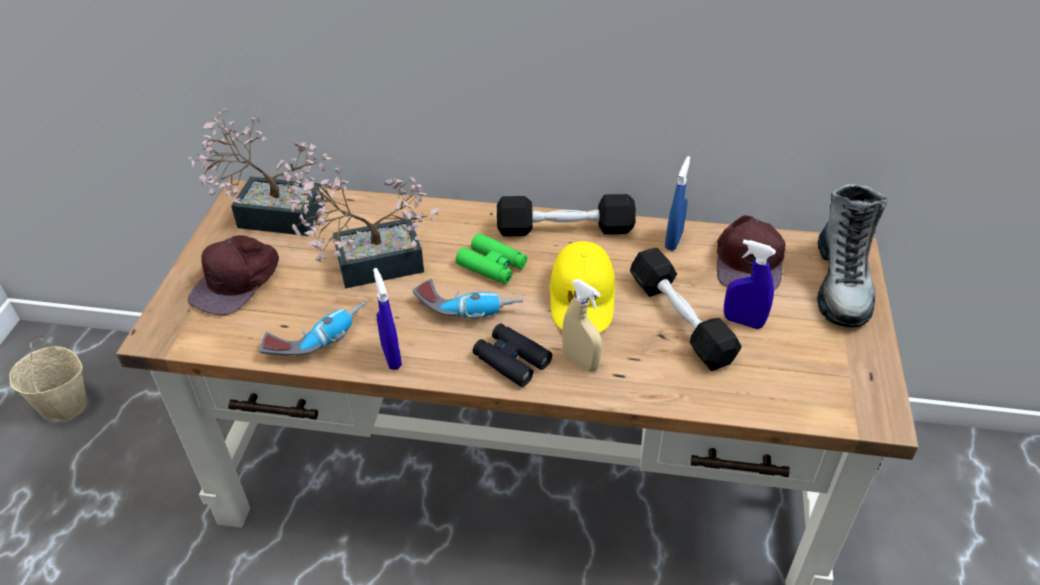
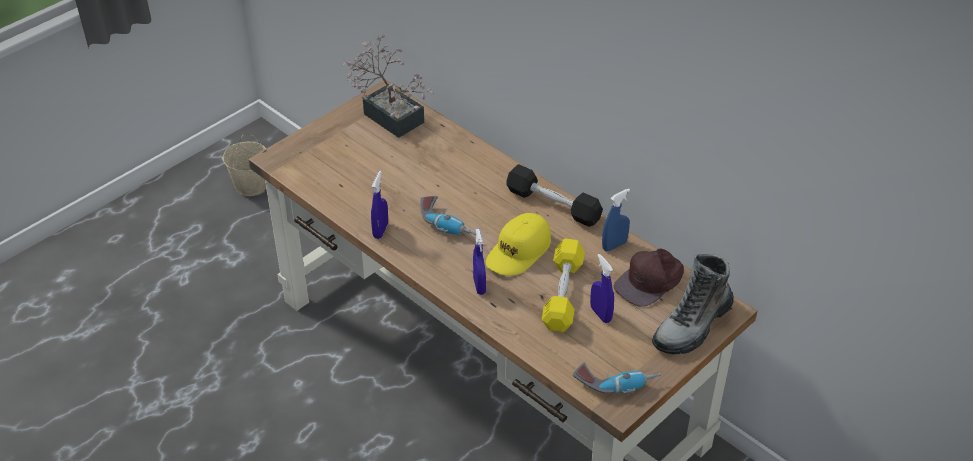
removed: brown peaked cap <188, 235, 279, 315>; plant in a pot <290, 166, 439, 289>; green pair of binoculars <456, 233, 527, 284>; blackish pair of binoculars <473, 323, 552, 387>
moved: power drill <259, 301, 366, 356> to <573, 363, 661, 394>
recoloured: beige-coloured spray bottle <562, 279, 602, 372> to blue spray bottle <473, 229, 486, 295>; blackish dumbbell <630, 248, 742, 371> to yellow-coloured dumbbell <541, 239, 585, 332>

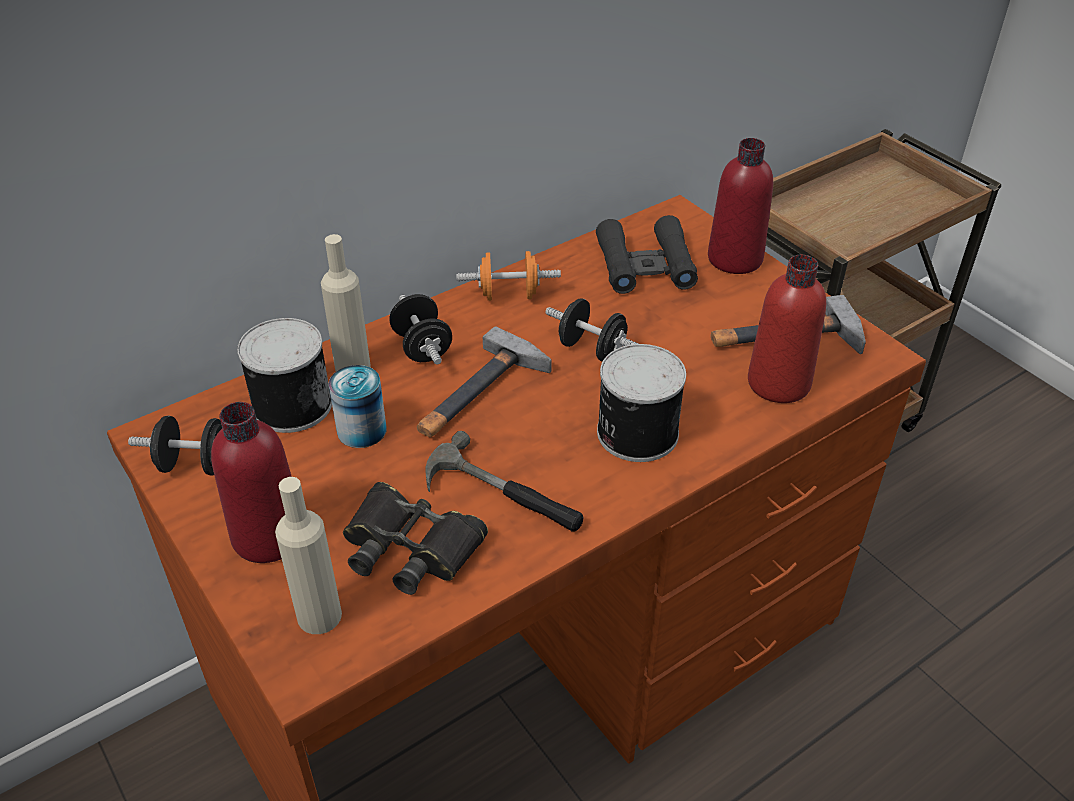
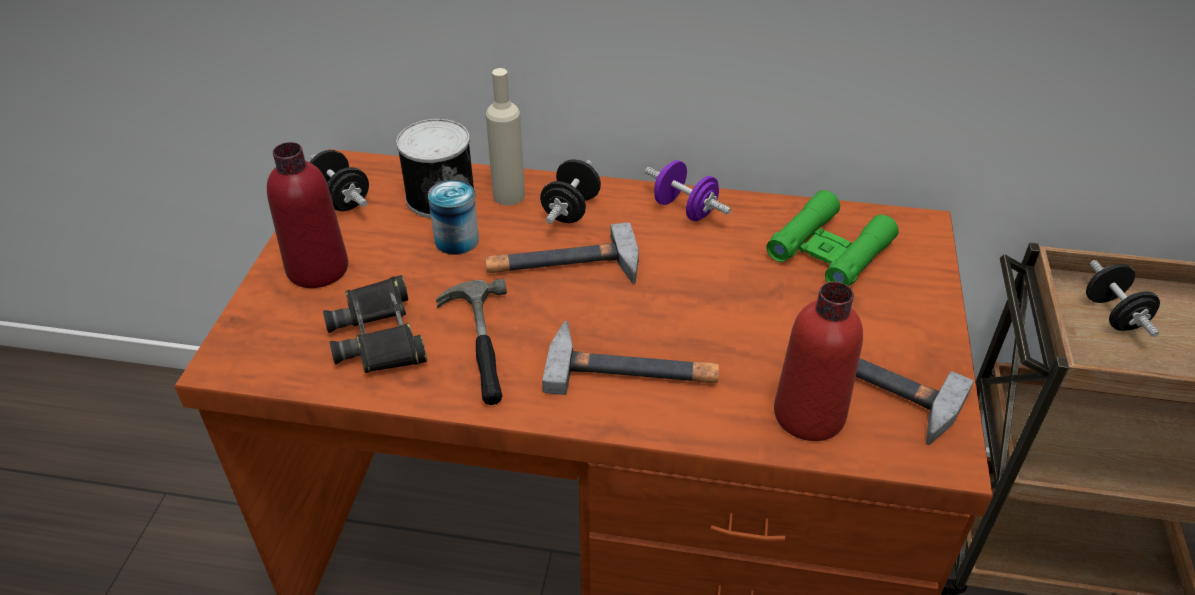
removed: beige-coloured bottle <275, 477, 342, 634>; reddish bottle <708, 138, 773, 274>
moved: blackish dumbbell <545, 298, 639, 362> to <1086, 260, 1160, 337>
replaced: sealed can <597, 344, 686, 462> to hammer <542, 321, 719, 395>
recoloured: orange-coloured dumbbell <456, 251, 561, 301> to purple-coloured dumbbell <645, 160, 731, 221>; blackish pair of binoculars <596, 215, 698, 294> to green pair of binoculars <766, 190, 899, 286>

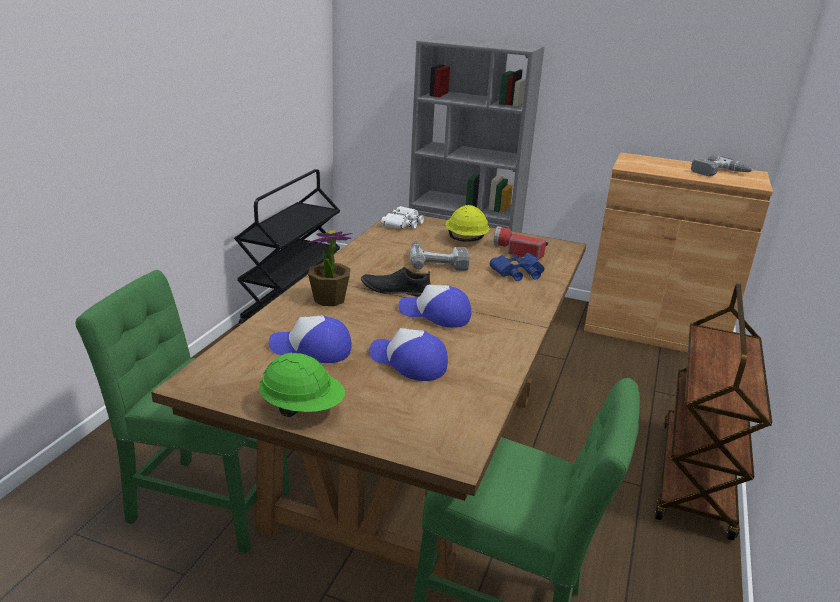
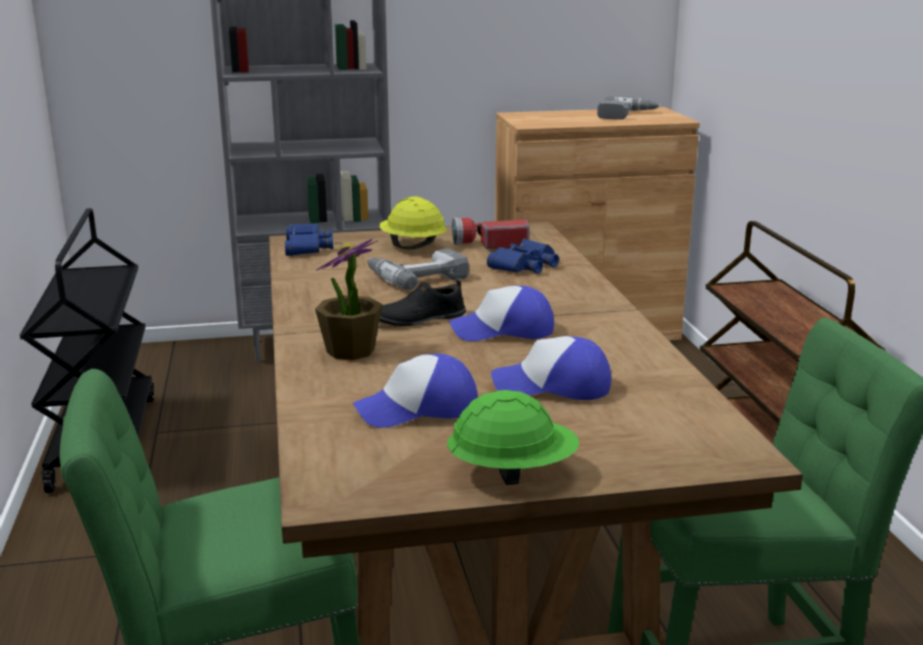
recoloured: white-coloured pair of binoculars <381, 206, 424, 229> to blue pair of binoculars <285, 223, 333, 256>

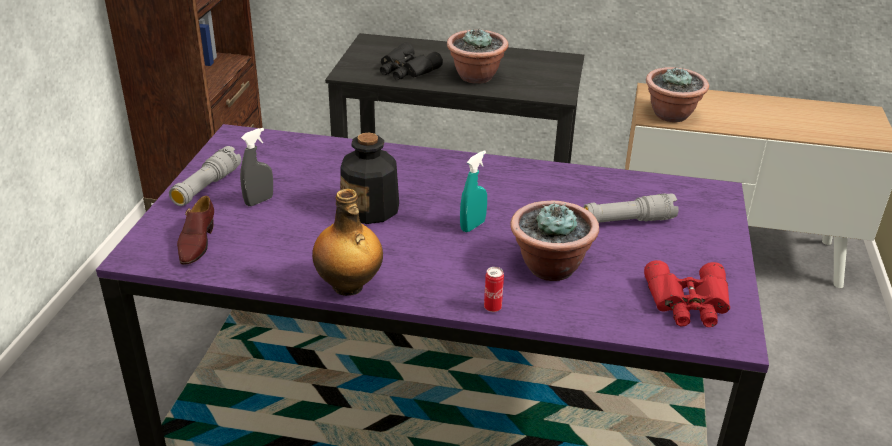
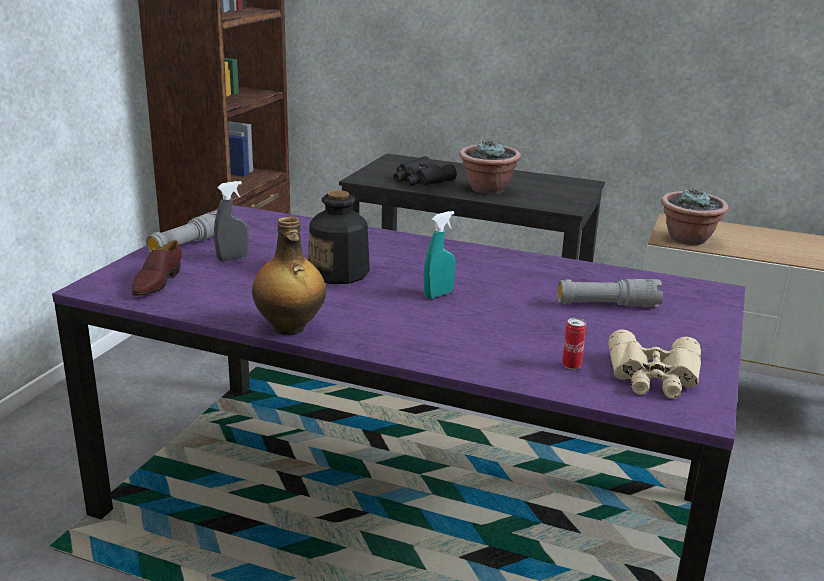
removed: plant in a pot <510, 201, 599, 281>
moved: sealed can <484, 267, 504, 312> to <562, 318, 586, 370>
recoloured: reddish pair of binoculars <644, 260, 730, 327> to beige-coloured pair of binoculars <608, 330, 701, 399>

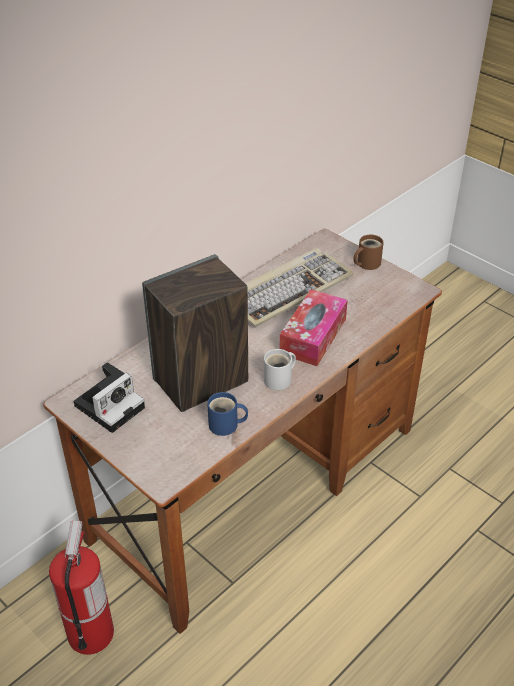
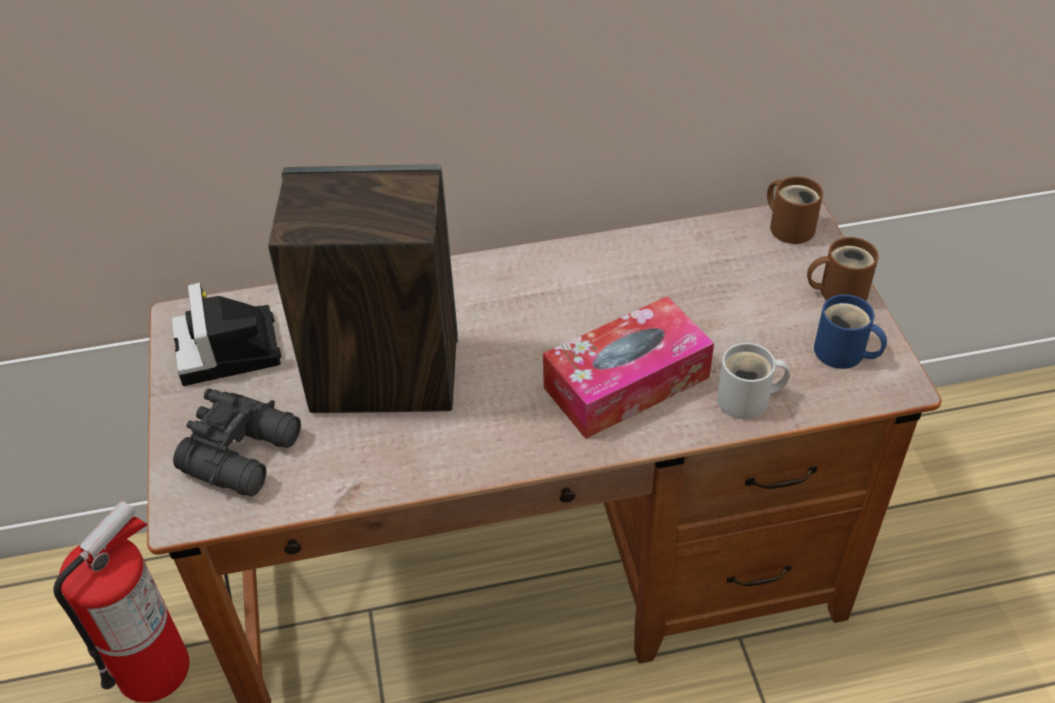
removed: PC keyboard <245, 248, 354, 327>
added: blackish pair of binoculars <173, 388, 301, 496>; brown coffee mug <767, 176, 823, 244>
moved: white-coloured coffee mug <264, 349, 296, 390> to <717, 343, 790, 419>; blue coffee mug <207, 392, 248, 436> to <814, 294, 887, 369>
turned: still camera <74, 362, 145, 433> = <172, 282, 281, 386> 90 degrees clockwise

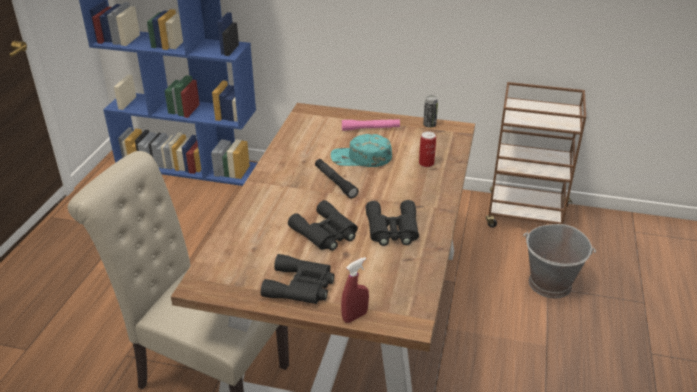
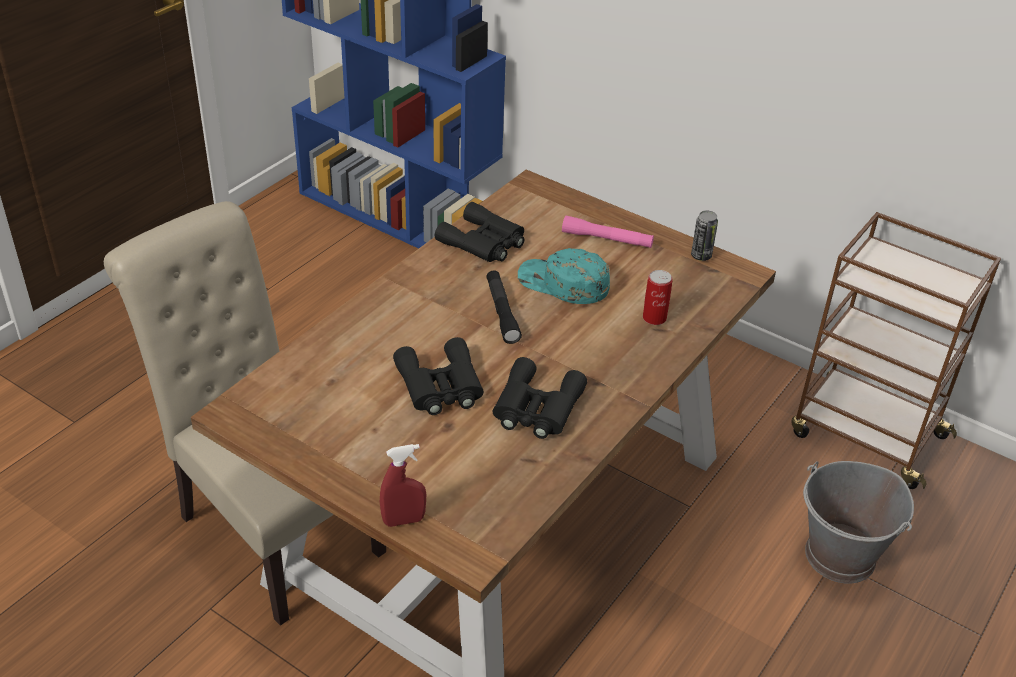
moved: blackish pair of binoculars <261, 254, 334, 304> to <435, 202, 524, 262>

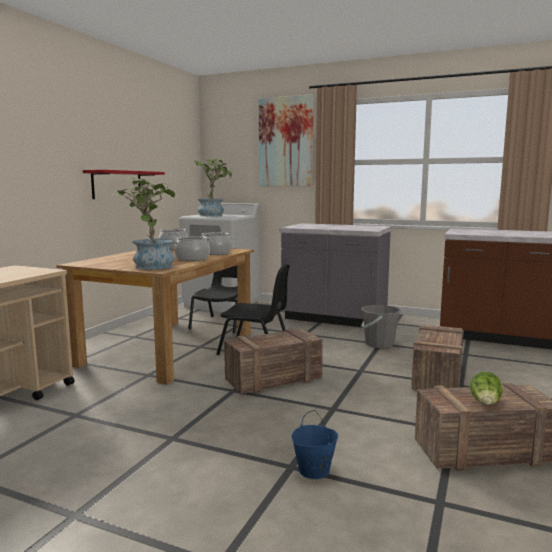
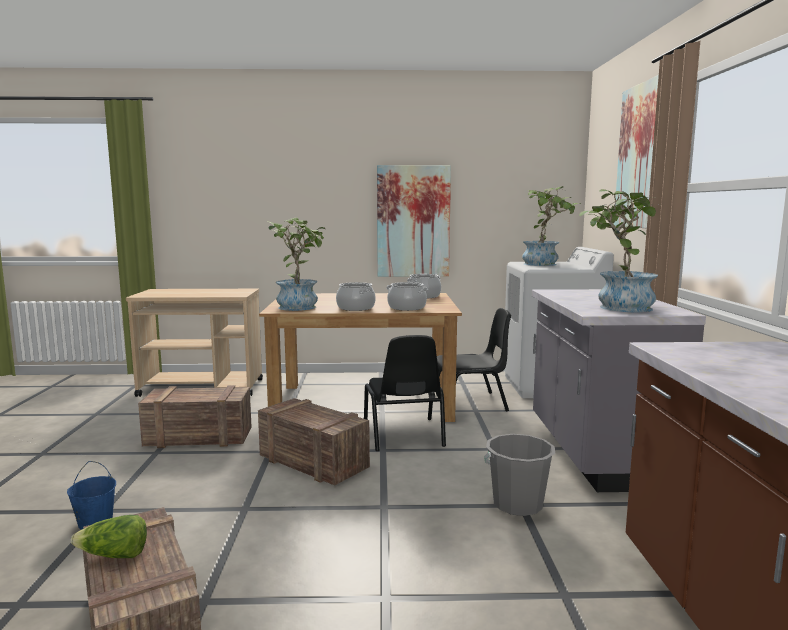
added: plant in a pot <579, 189, 658, 312>
moved: shipping crate <411, 325, 464, 390> to <138, 385, 252, 448>
replaced: reddish bracket shelf <83, 170, 165, 199> to picture <377, 165, 451, 277>

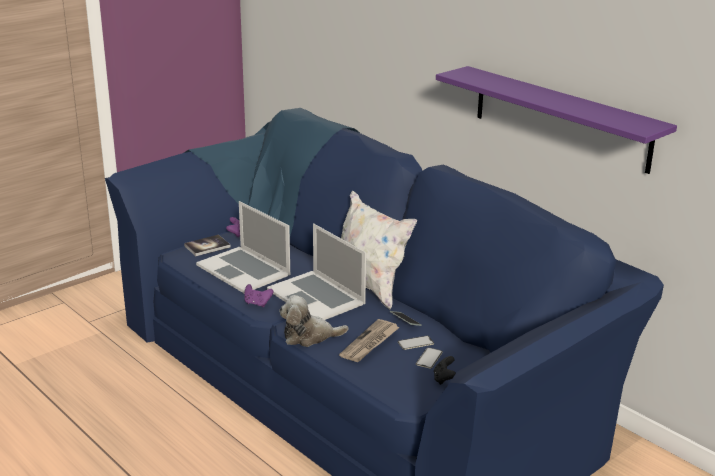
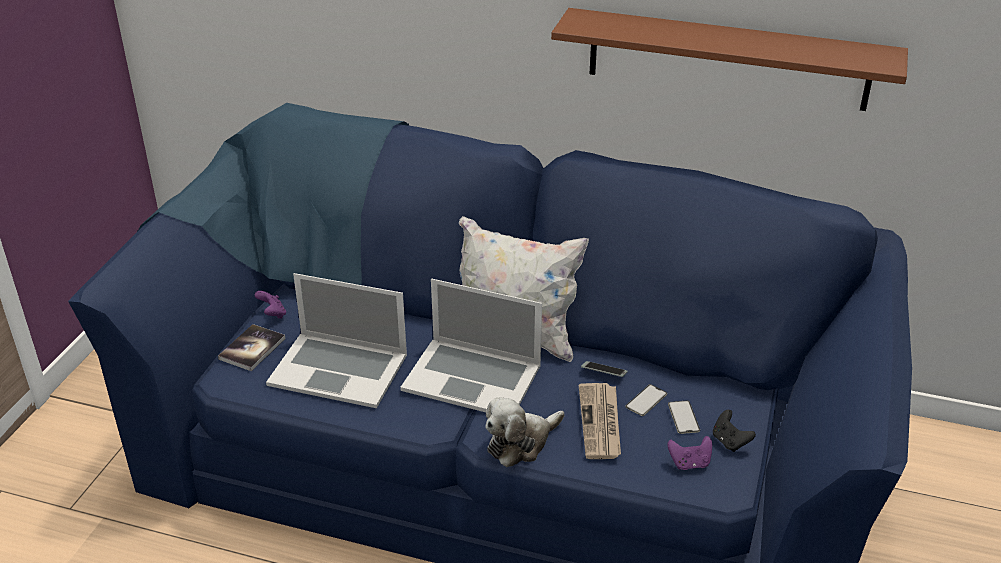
moved: purple-coloured gamepad <244, 284, 273, 307> to <667, 436, 712, 470>
recoloured: purple-coloured bracket shelf <436, 66, 677, 174> to brown bracket shelf <551, 8, 908, 111>

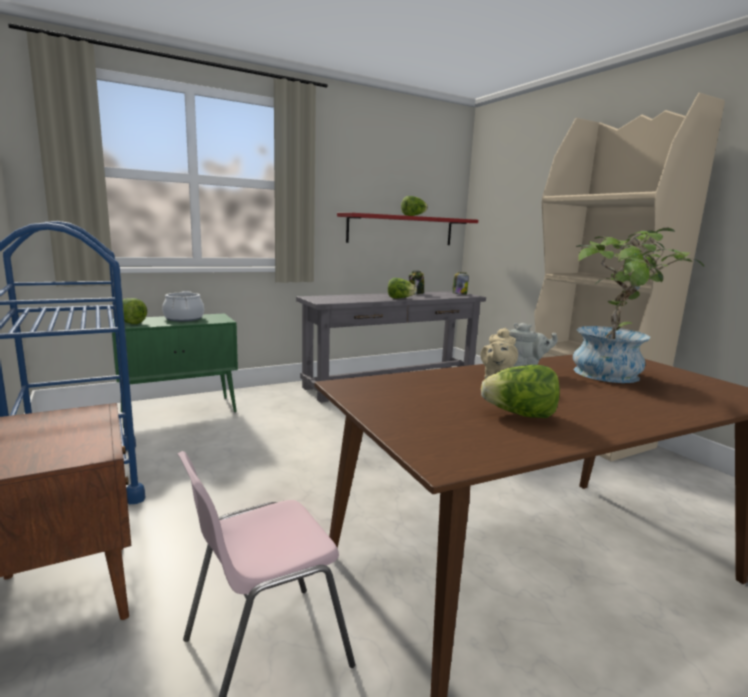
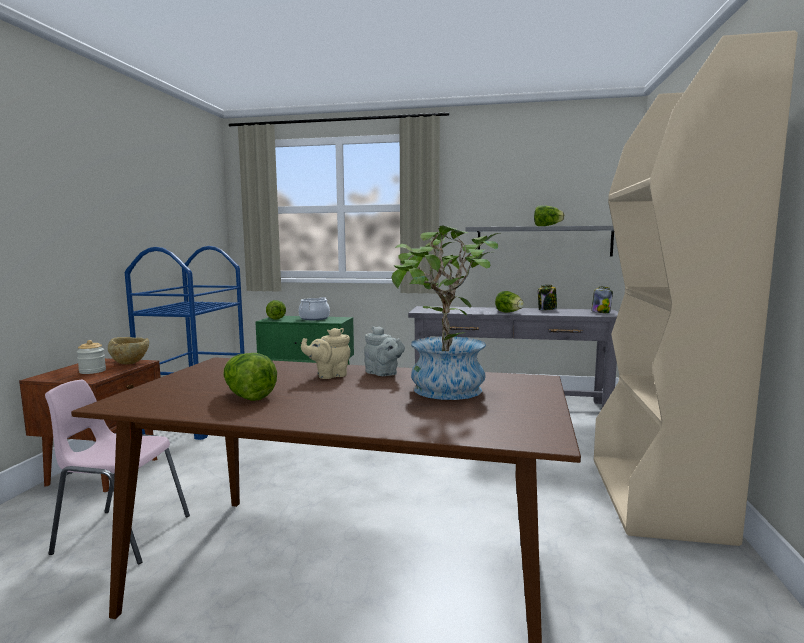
added: jar <77, 340, 106, 374>; beige-coloured bowl <108, 337, 149, 364>
recoloured: reddish bracket shelf <337, 213, 478, 245> to grey bracket shelf <465, 226, 614, 256>

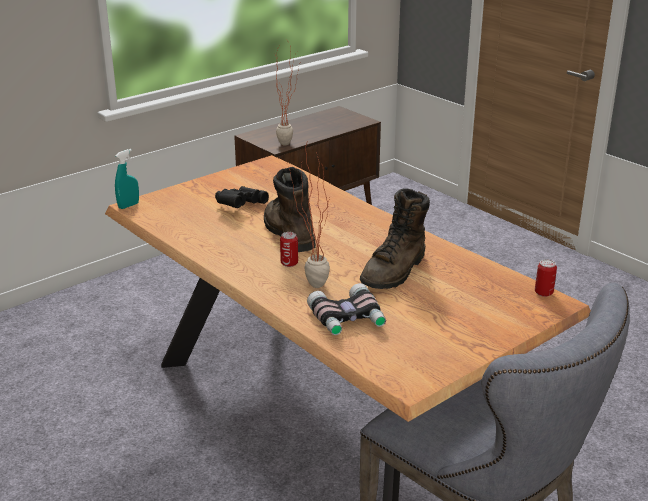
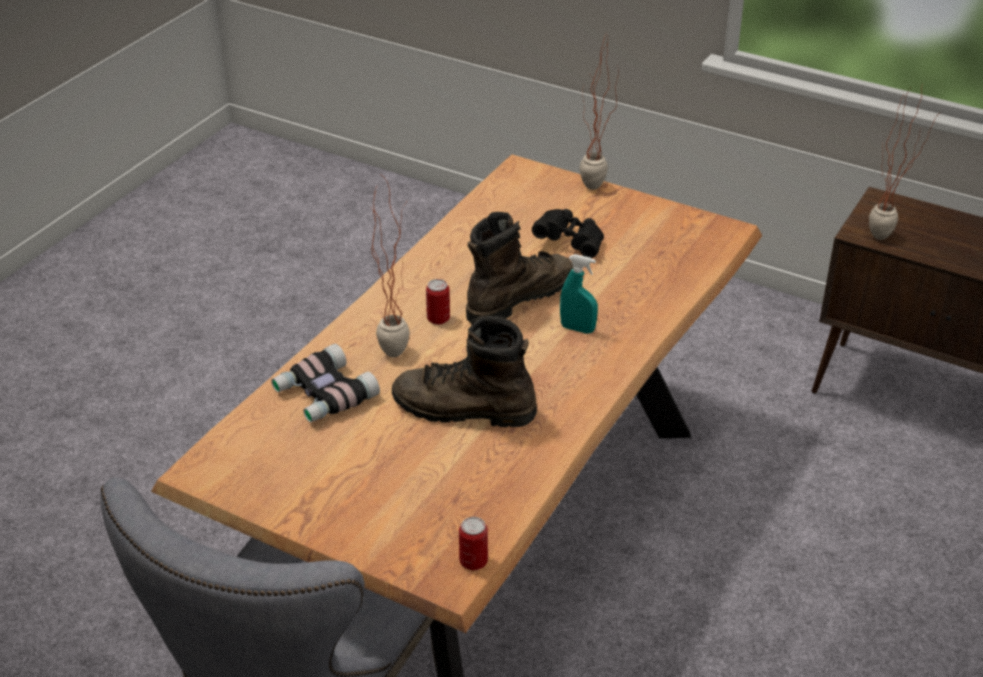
added: plant in a pot <580, 33, 619, 190>
moved: turquoise-coloured spray bottle <115, 149, 139, 209> to <560, 254, 598, 334>

